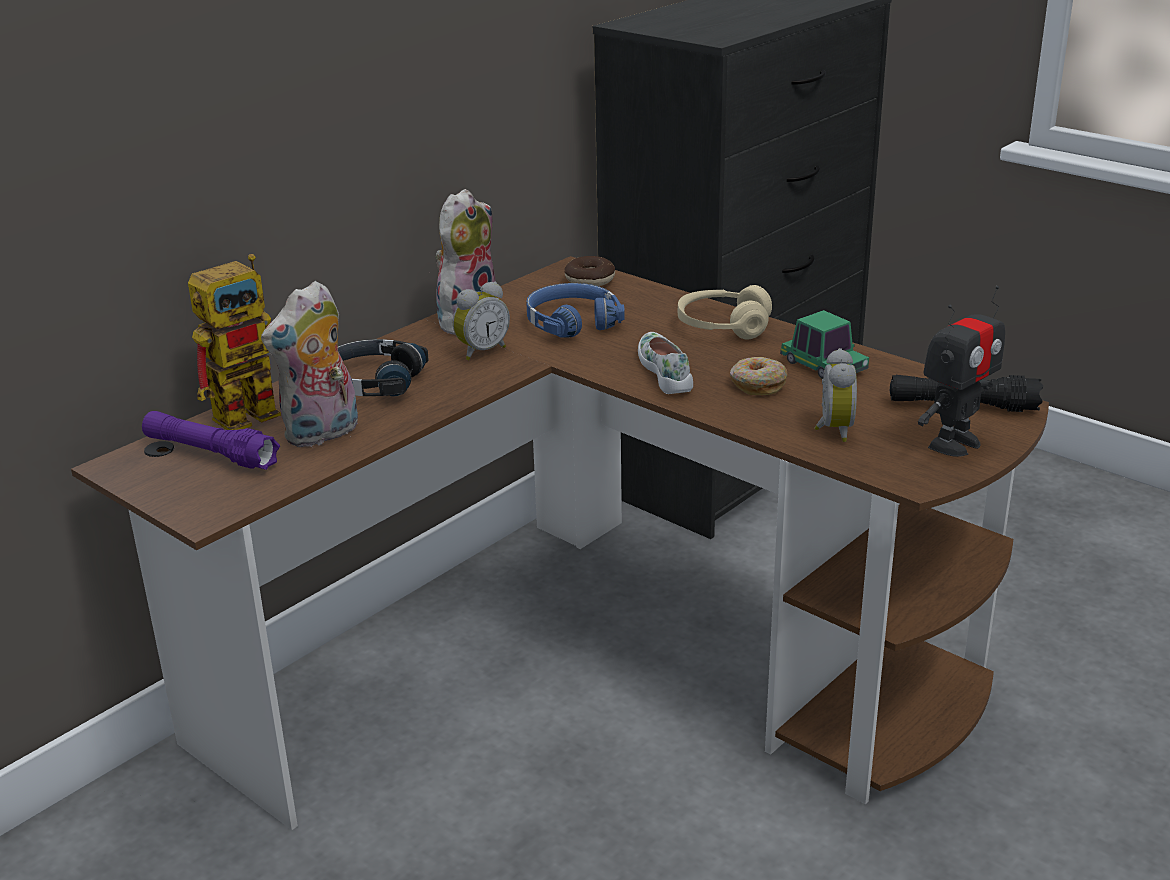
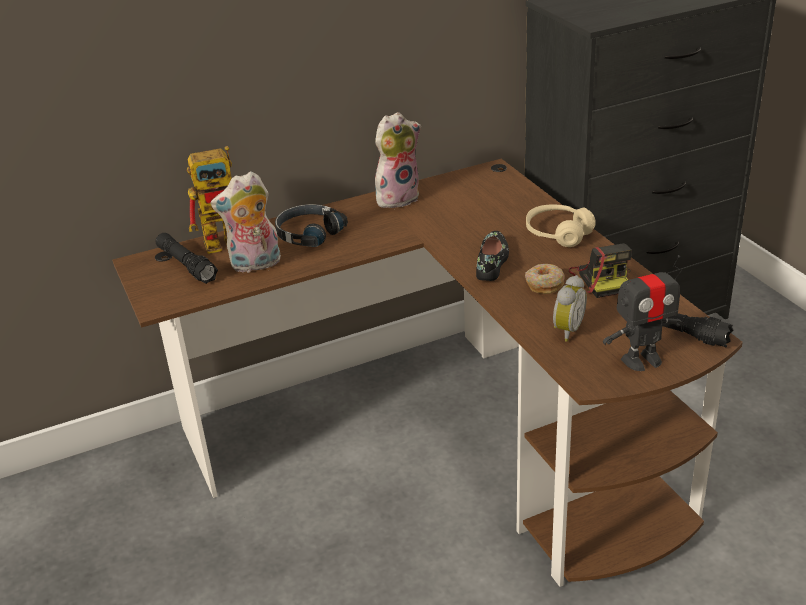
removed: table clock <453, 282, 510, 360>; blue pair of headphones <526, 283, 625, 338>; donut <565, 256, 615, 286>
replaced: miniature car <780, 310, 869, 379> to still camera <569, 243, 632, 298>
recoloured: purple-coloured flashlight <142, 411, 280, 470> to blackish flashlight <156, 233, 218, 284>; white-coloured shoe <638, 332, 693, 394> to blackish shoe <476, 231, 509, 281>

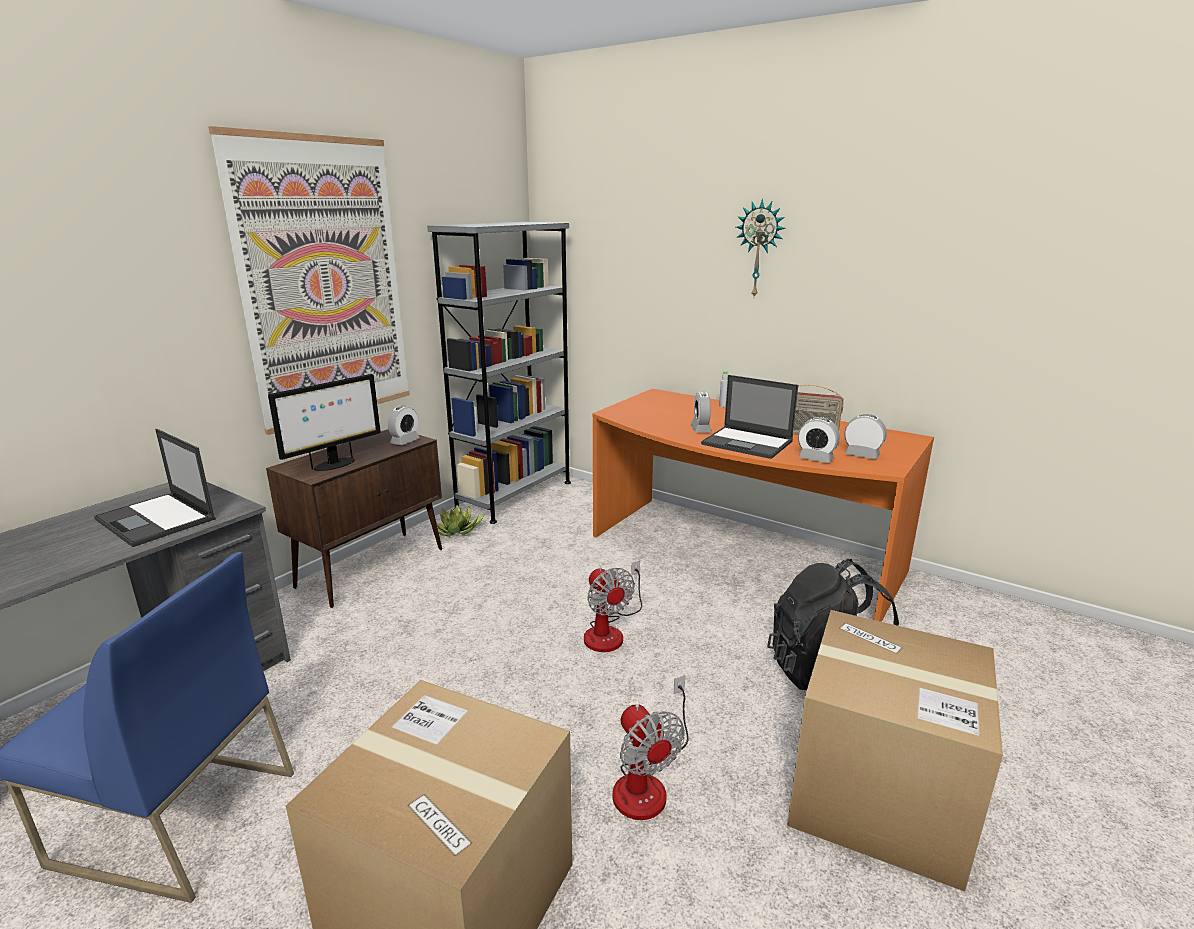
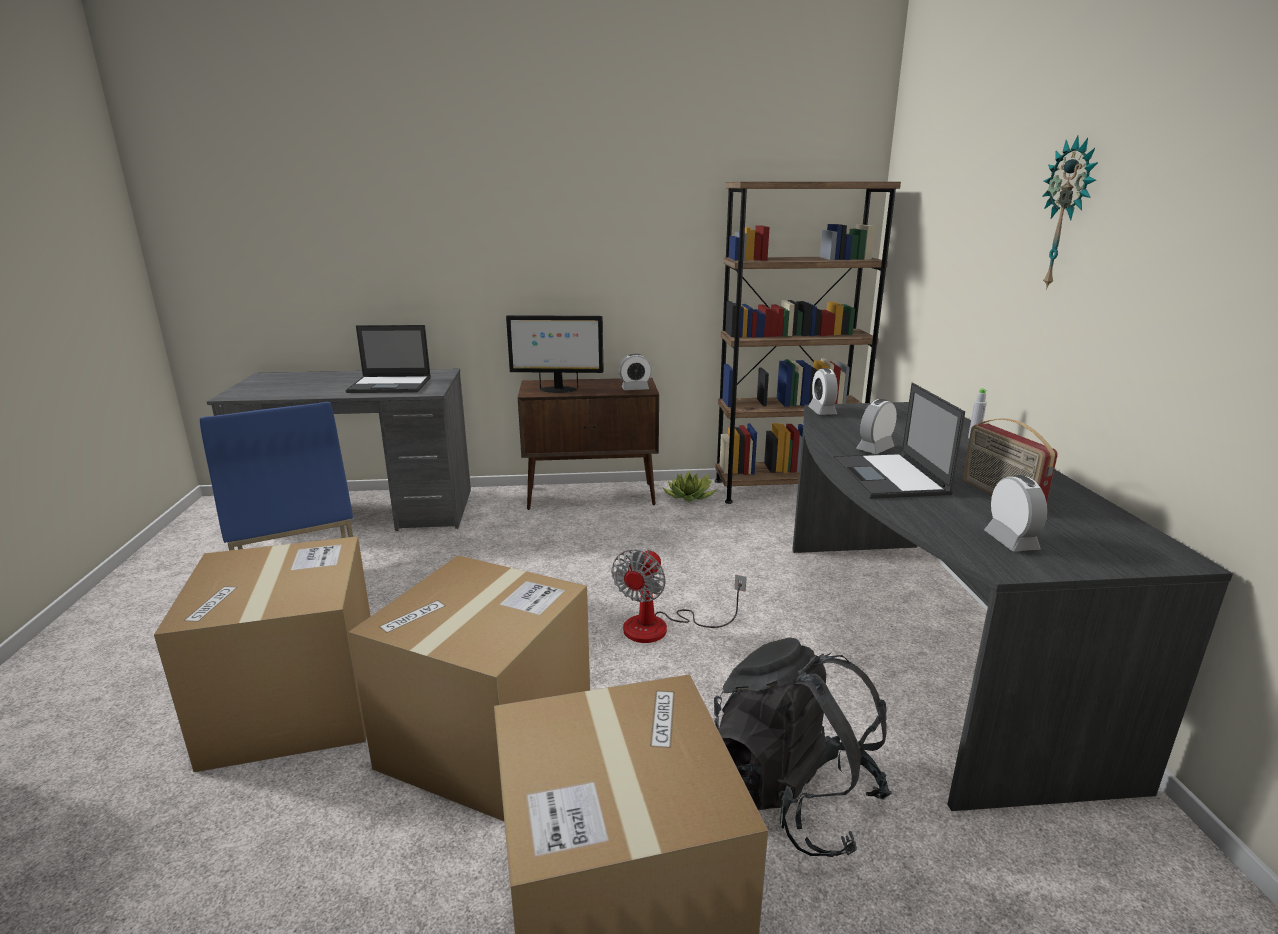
removed: picture <208, 126, 410, 435>
moved: table clock <798, 417, 840, 463> to <808, 368, 838, 415>
replaced: electric fan <612, 675, 689, 820> to cardboard box <348, 555, 590, 821>
recoloured: grey shelving unit <427, 222, 571, 524> to brown shelving unit <715, 182, 901, 504>; orange-coloured desk unit <592, 389, 934, 622> to grey desk unit <792, 402, 1233, 811>
turned: portable computer <94, 429, 216, 547> = <346, 325, 431, 393> 90 degrees counterclockwise

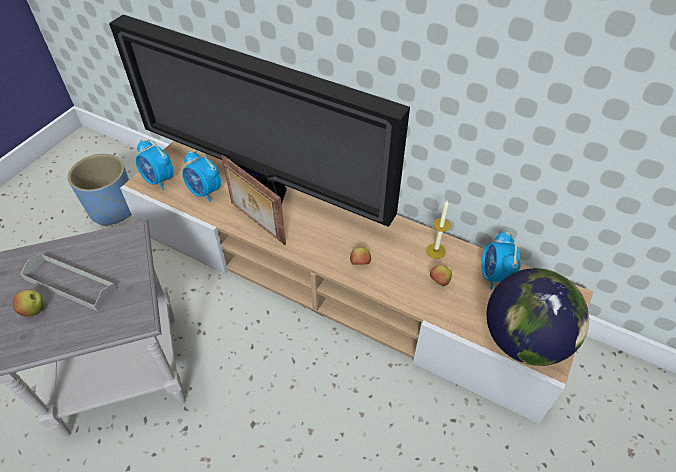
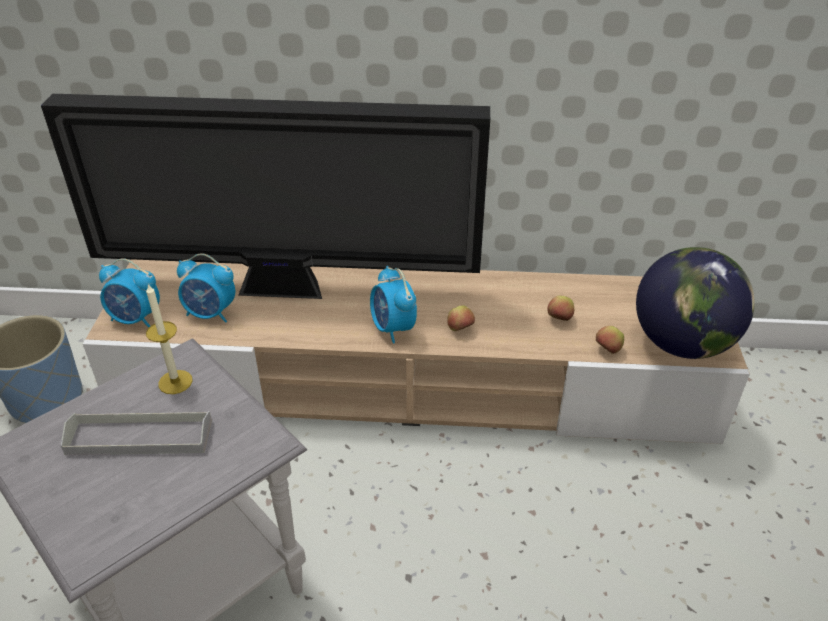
removed: standing frame <221, 155, 286, 245>
moved: wax light <426, 201, 451, 259> to <146, 284, 193, 394>; table clock <481, 230, 521, 290> to <370, 266, 417, 343>; apple fruit <13, 289, 43, 317> to <596, 326, 624, 354>

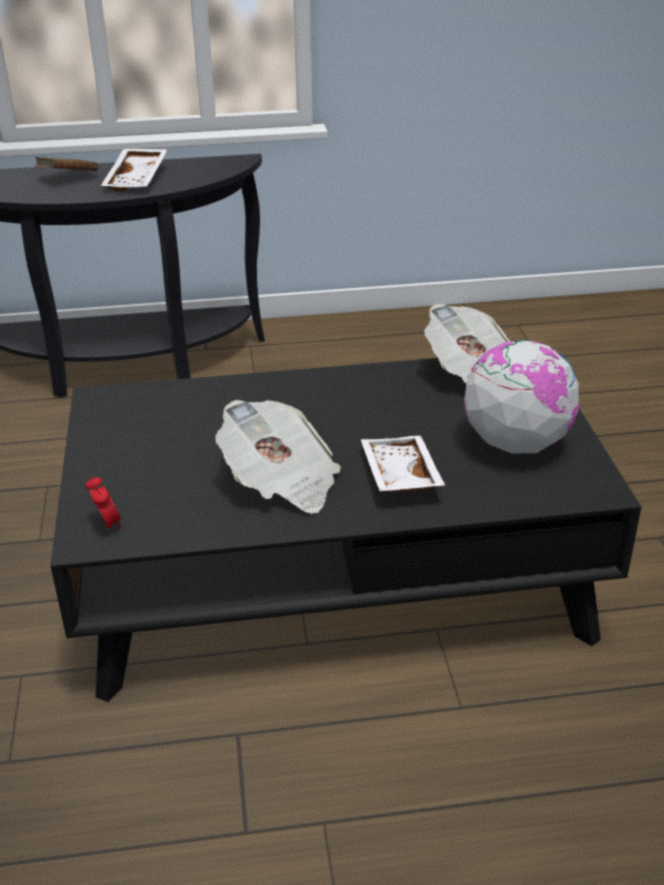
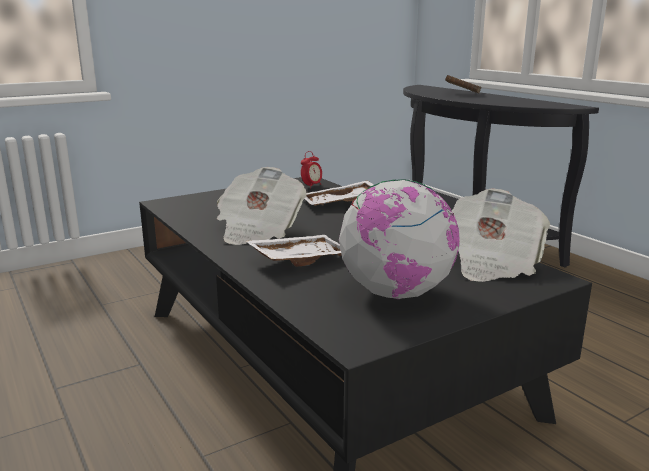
moved: table clock <85, 476, 122, 530> to <301, 151, 322, 188>; white-coloured tray <101, 149, 168, 191> to <305, 180, 374, 206>

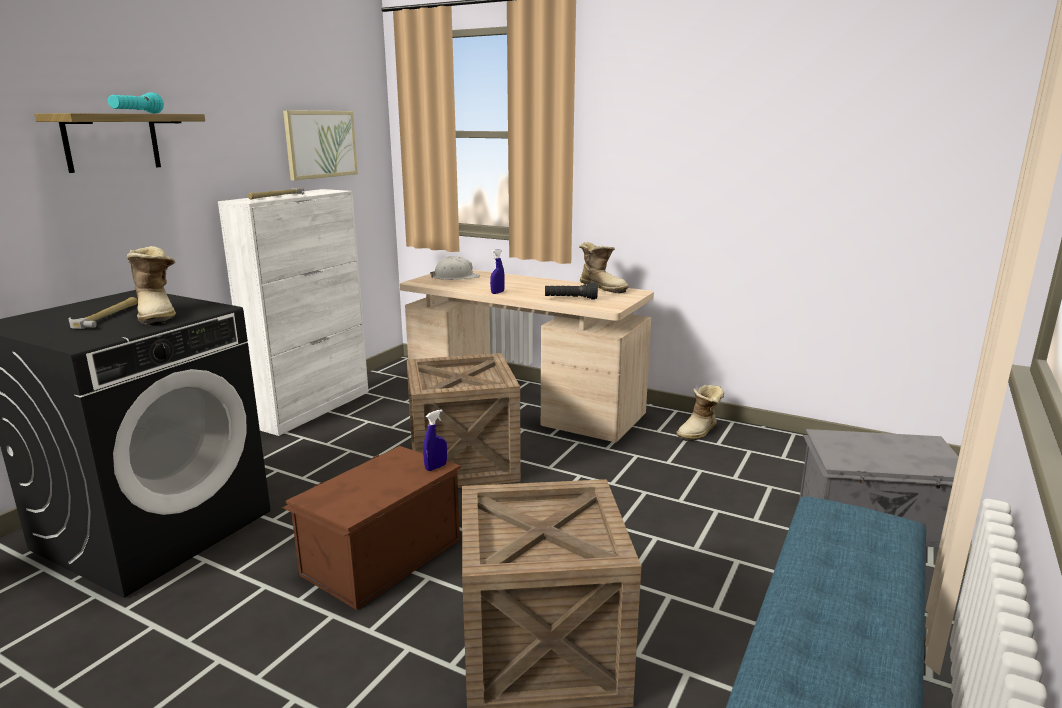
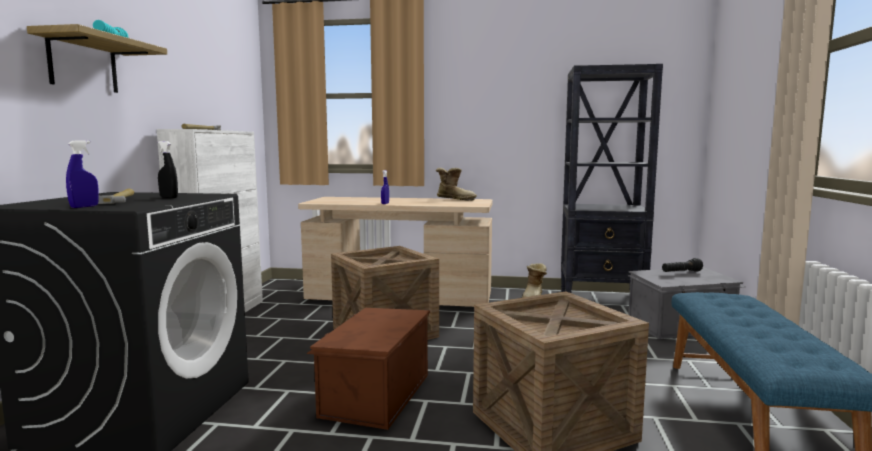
removed: picture <283, 110, 358, 180>; white-coloured hard hat <430, 256, 480, 280>
added: blackish shelving unit <561, 64, 663, 293>
moved: blue spray bottle <423, 409, 447, 471> to <66, 140, 99, 208>; blackish flashlight <545, 283, 598, 299> to <662, 258, 703, 272>
replaced: tall boot <127, 246, 176, 325> to blackish spray bottle <158, 141, 178, 198>

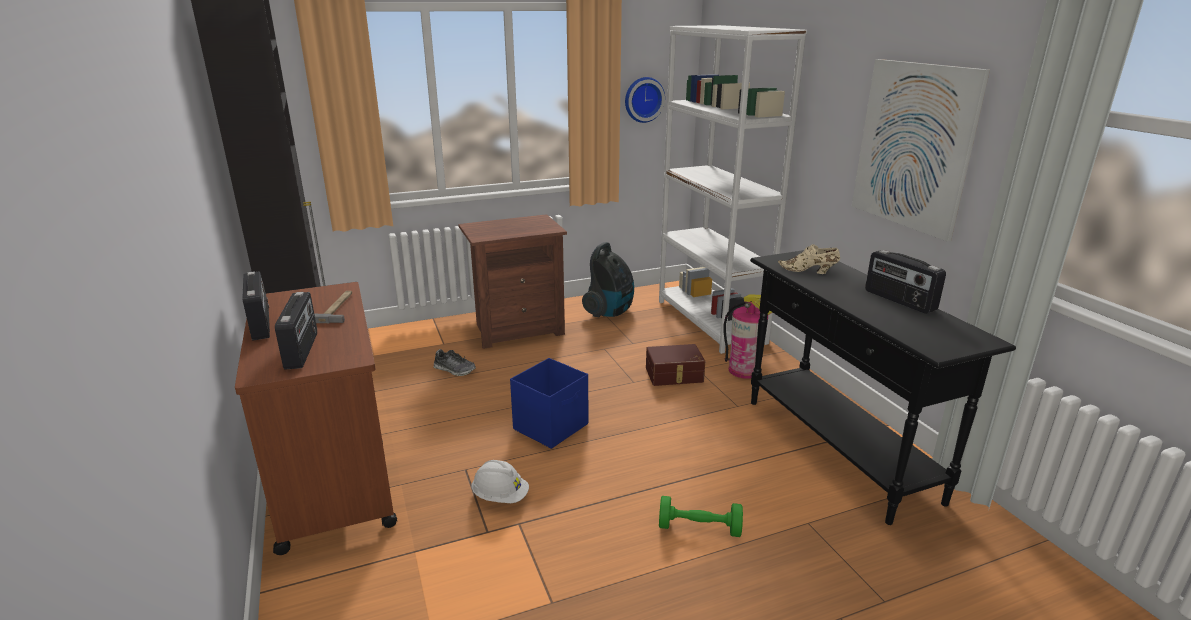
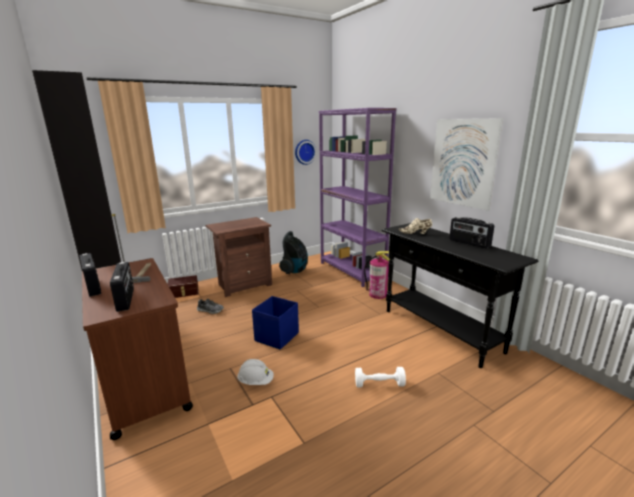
moved: brown storage container <646, 344, 705, 386> to <168, 275, 199, 298>
recoloured: white-coloured shelving unit <659, 25, 807, 354> to purple-coloured shelving unit <319, 108, 396, 287>; green dumbbell <659, 496, 743, 537> to white-coloured dumbbell <355, 367, 406, 387>

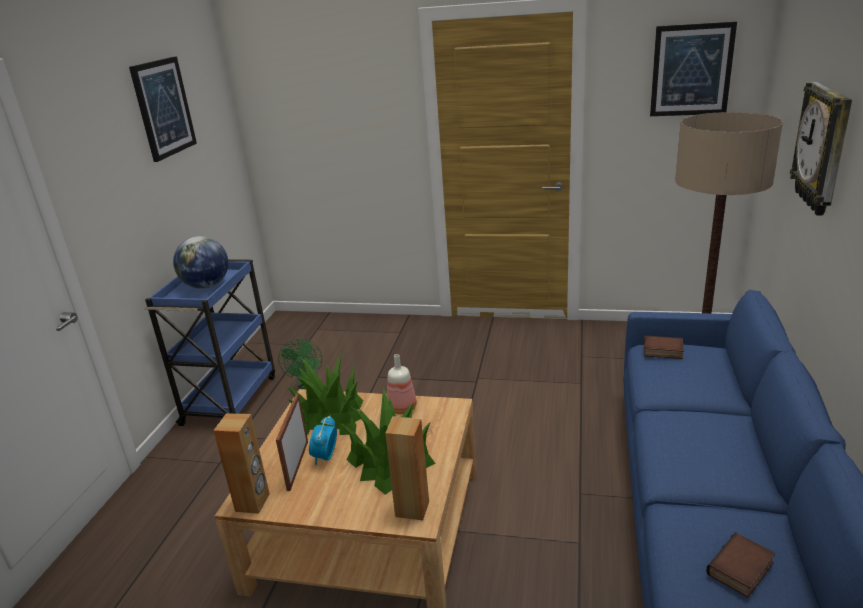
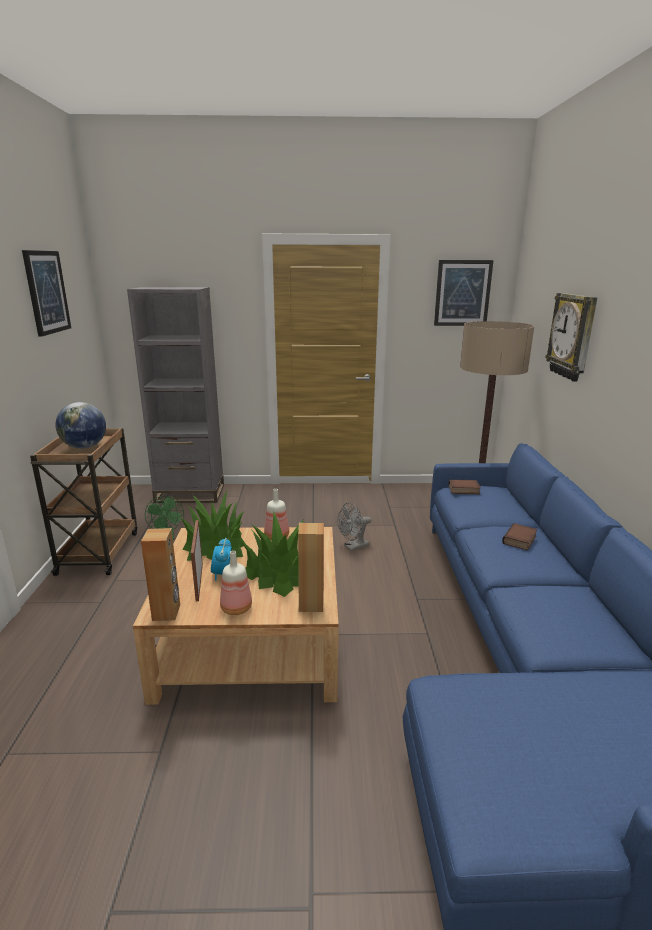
added: grey shelving unit <127, 287, 224, 503>; bottle <220, 551, 252, 615>; grey electric fan <337, 502, 371, 551>
moved: volume <706, 532, 775, 598> to <502, 523, 537, 551>
recoloured: blue cart <145, 259, 275, 426> to brown cart <30, 428, 137, 576>

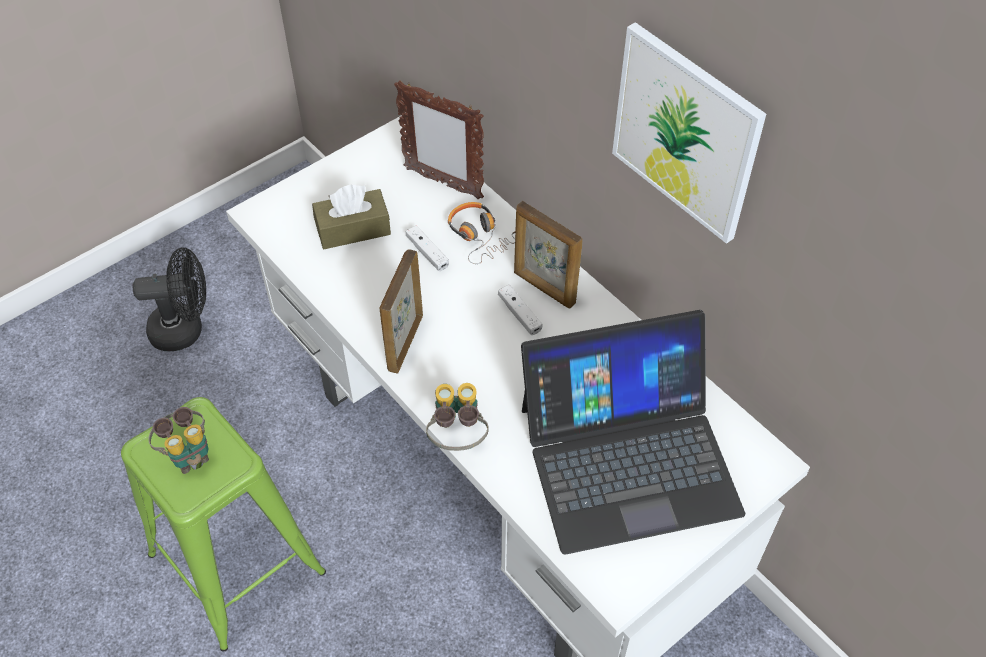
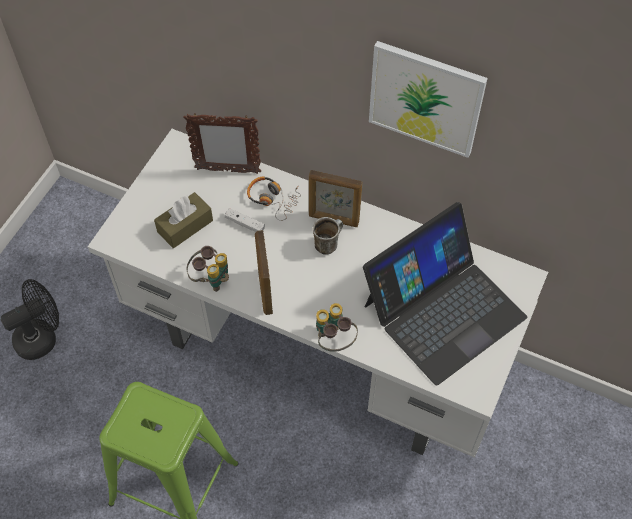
moved: pair of binoculars <148, 407, 209, 474> to <186, 246, 229, 292>
replaced: white-coloured gamepad <498, 285, 542, 335> to coffee mug <313, 217, 343, 255>

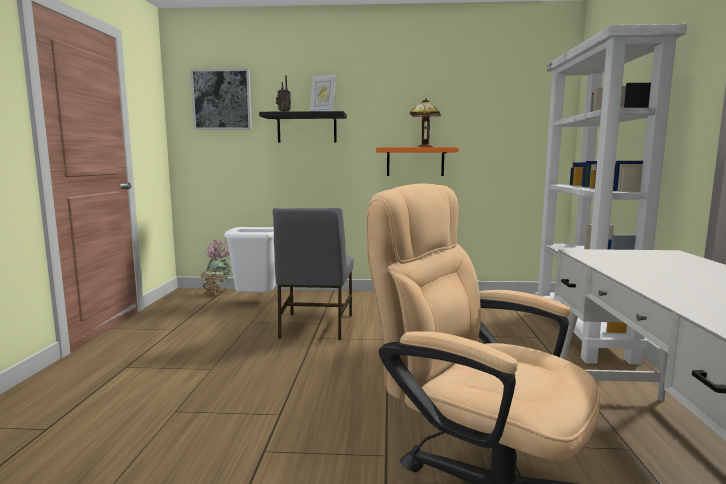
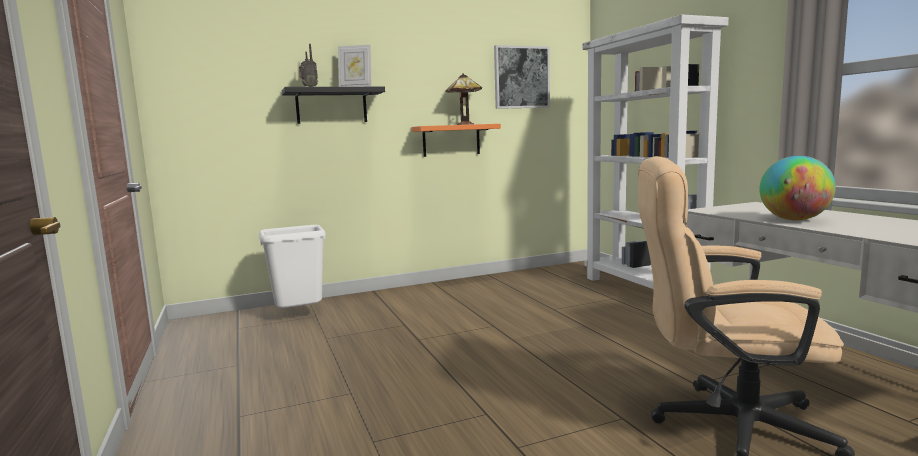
removed: plant in a pot <200, 239, 232, 296>; grey plain chair <273, 208, 354, 340>
added: desk globe <759, 156, 836, 220>
moved: picture <190, 69, 252, 130> to <494, 45, 550, 109>

